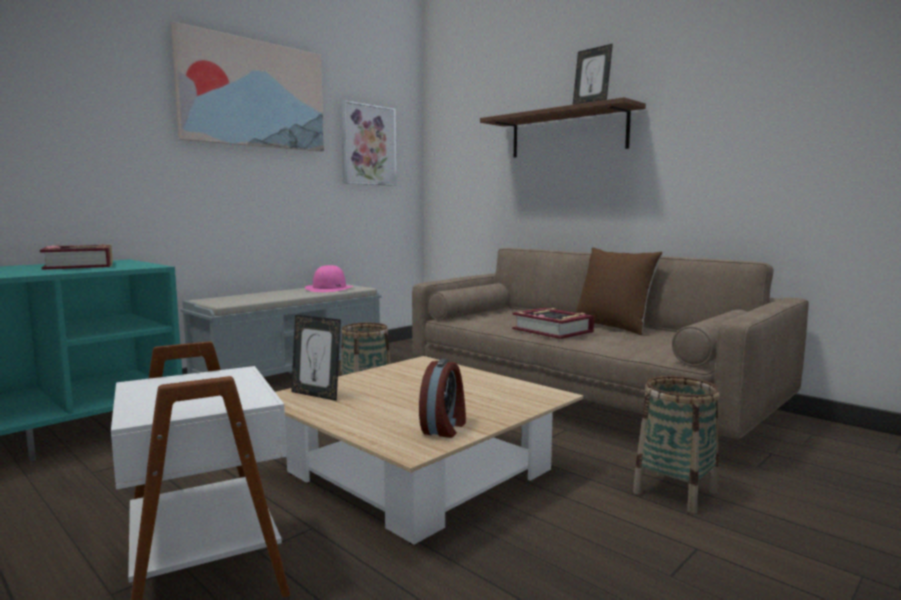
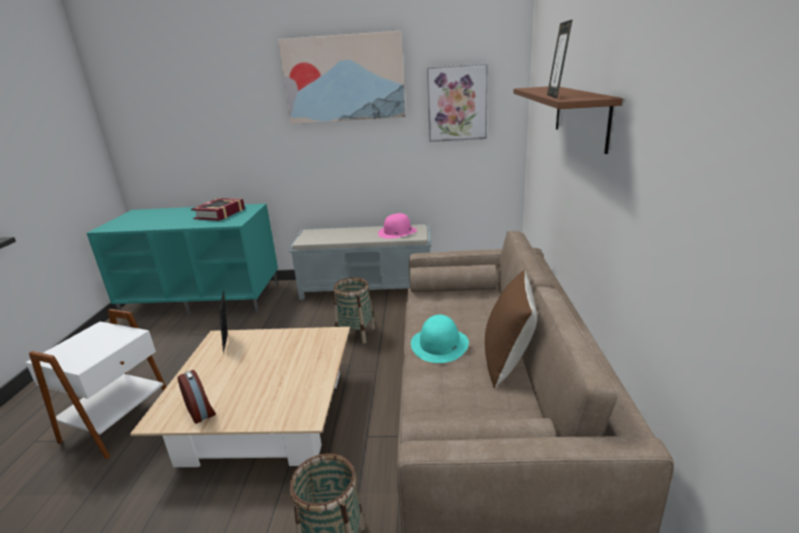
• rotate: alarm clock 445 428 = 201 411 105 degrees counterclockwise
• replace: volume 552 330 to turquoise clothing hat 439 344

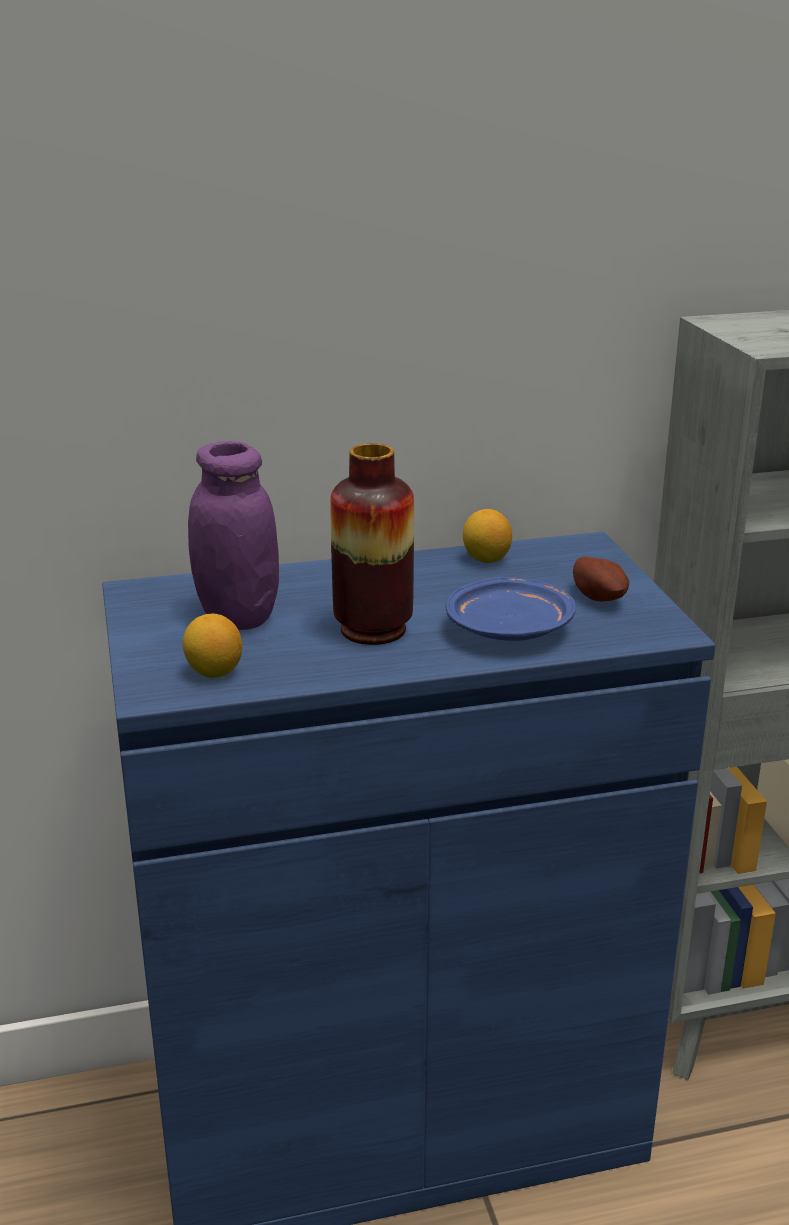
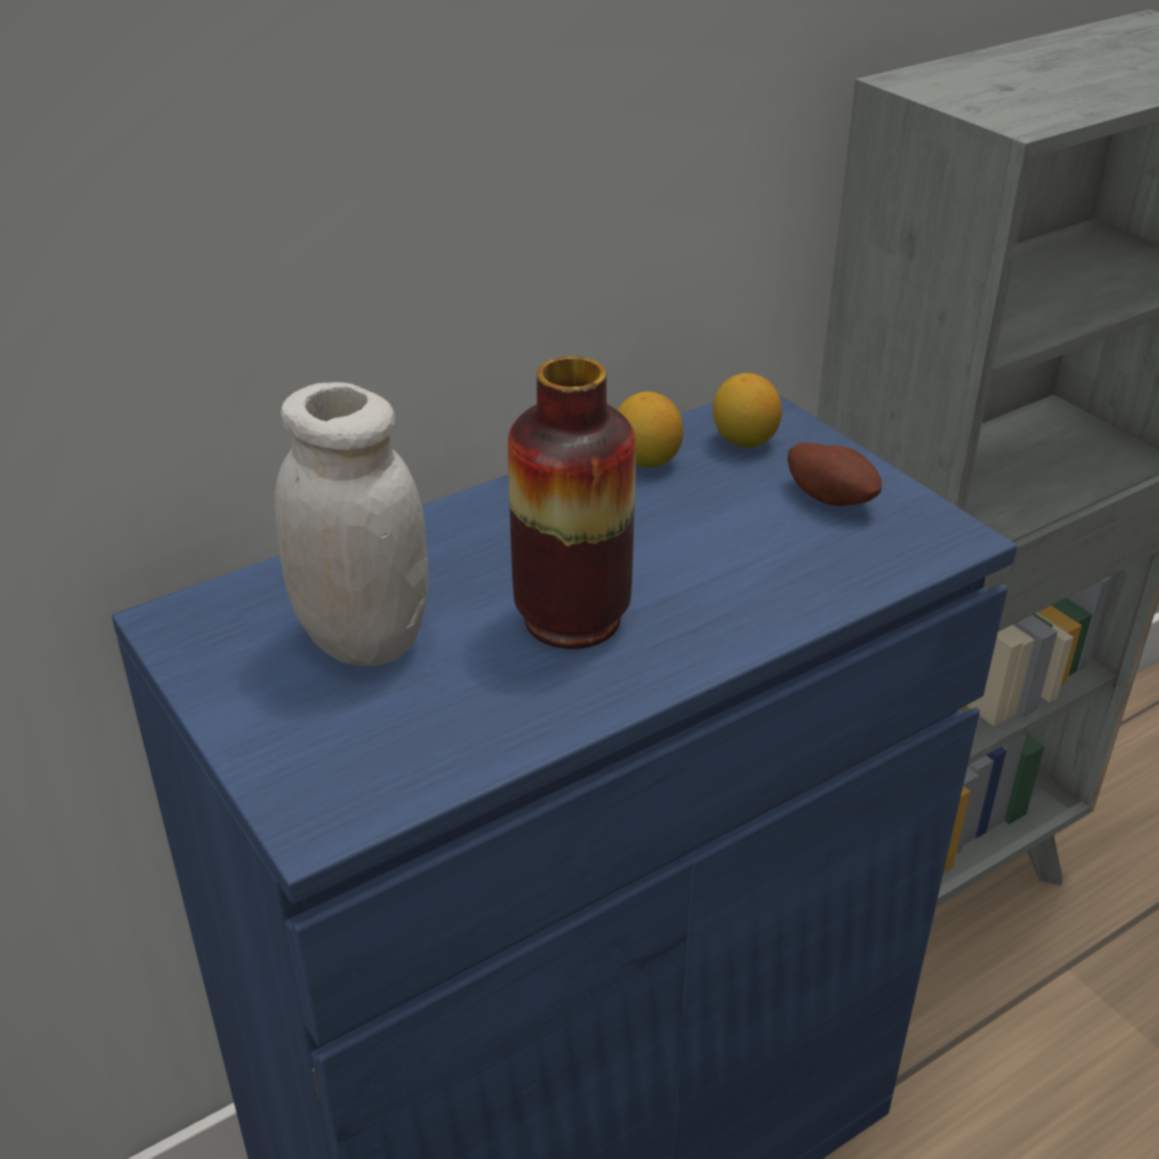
• move: lemon 214 672 to 744 441
• recolor: purplish preserve jar 237 617 to white preserve jar 363 638
• delete: blue dinner plate 510 628

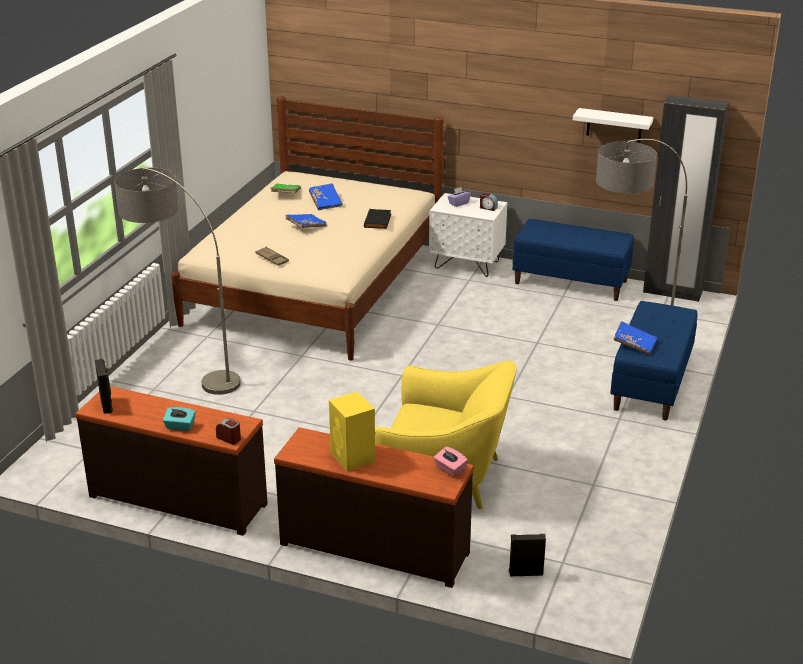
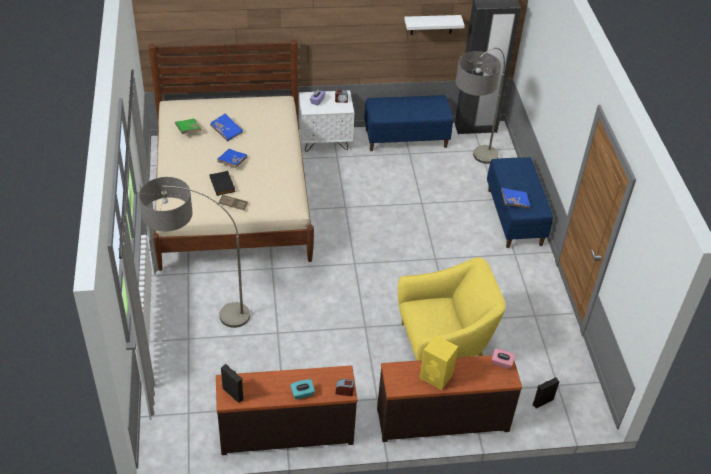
• move: black-coloured volume 378 221 to 223 184

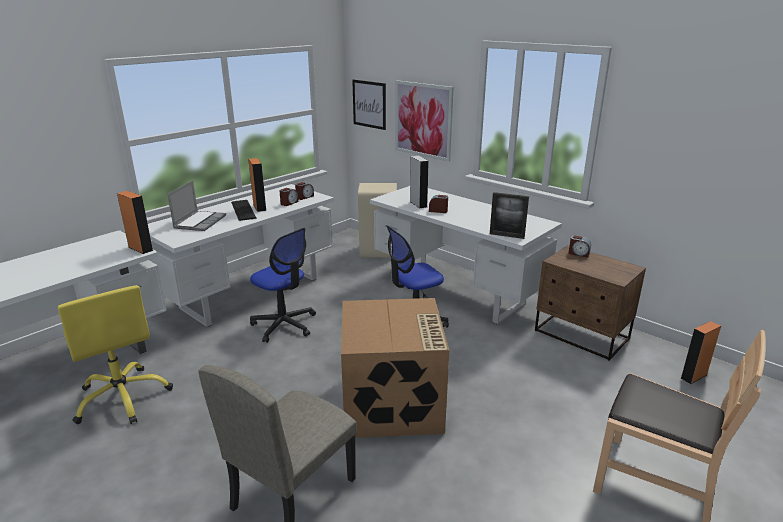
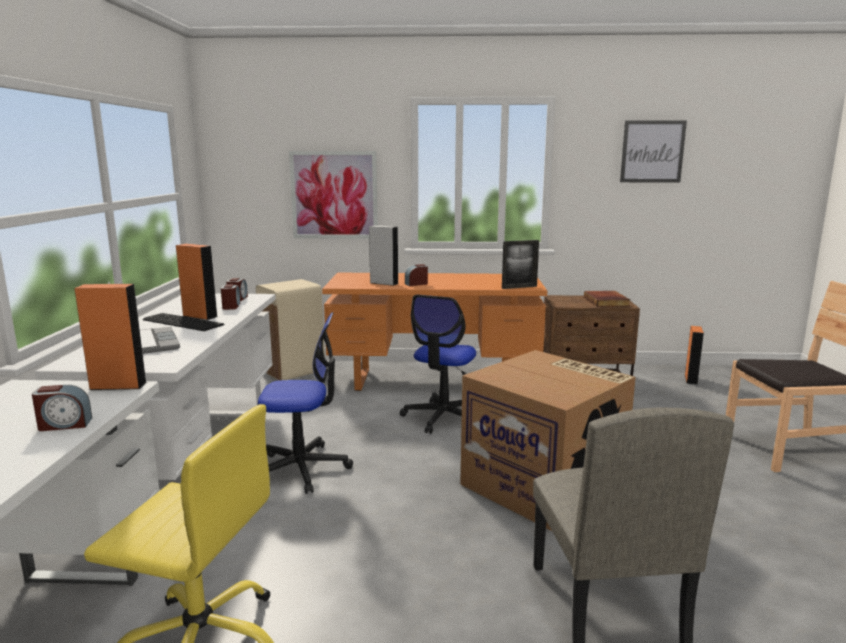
• move: picture 369 104 to 652 151
• recolor: white desk unit 456 292 to orangey desk unit 435 381
• move: alarm clock 578 254 to 64 424
• insert: volume 607 301

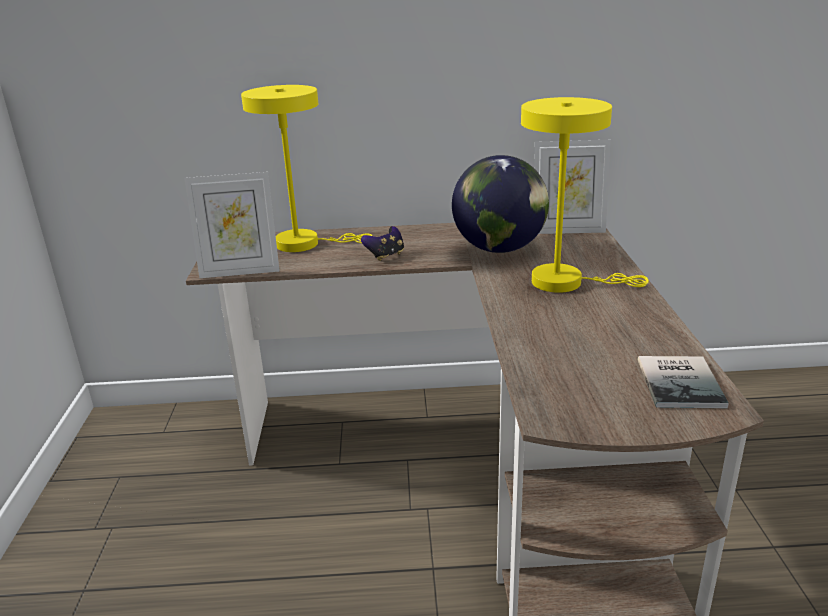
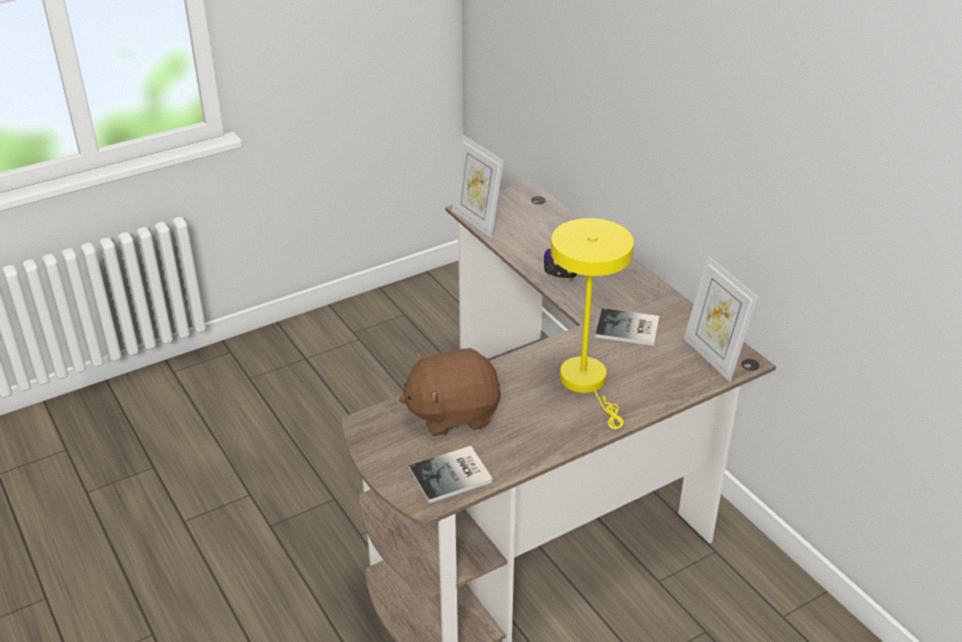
• delete: yellowish table lamp 305 243
• replace: desk globe 500 249 to volume 629 329
• insert: brownish cuddly toy 452 413

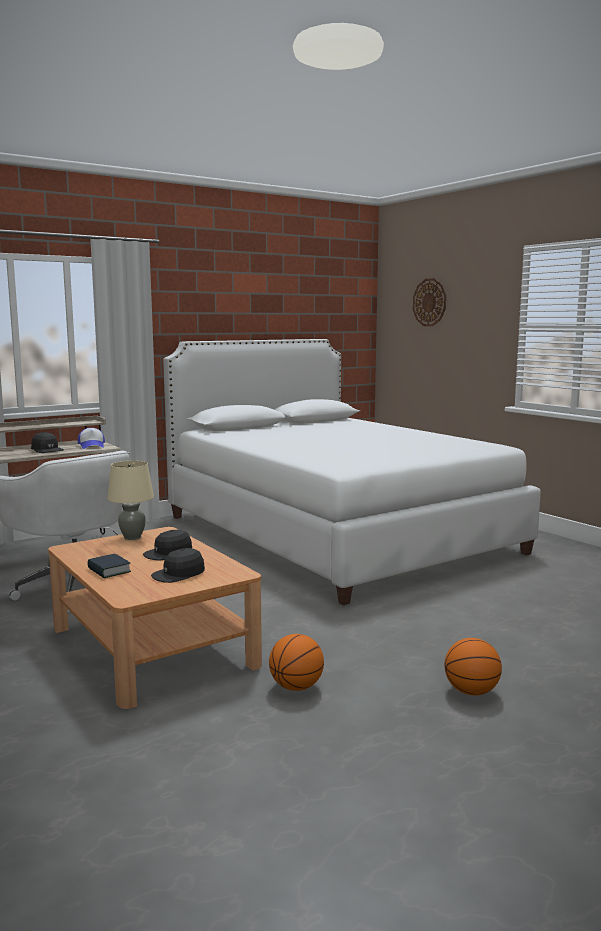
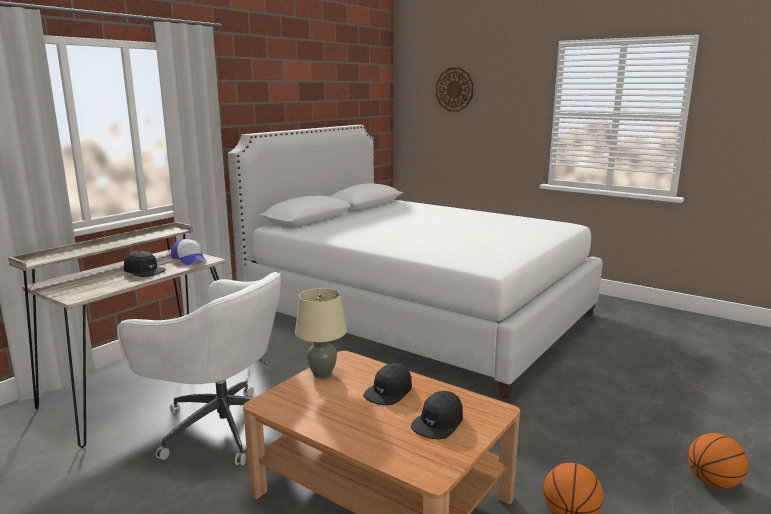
• delete: volume 109 570

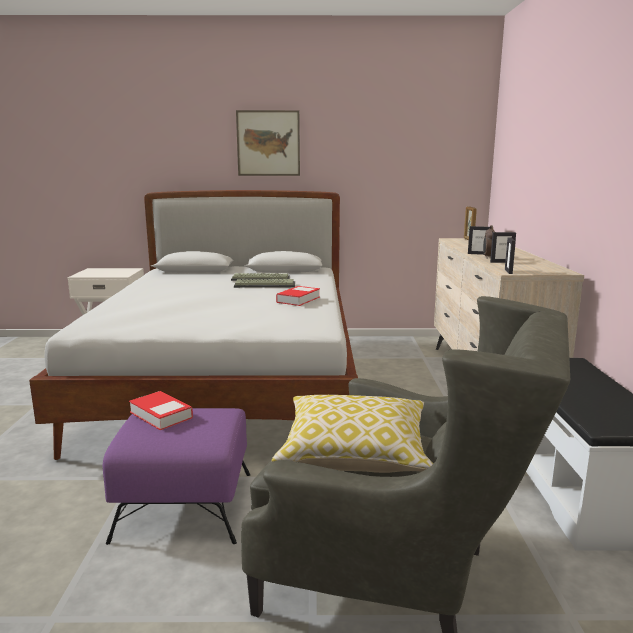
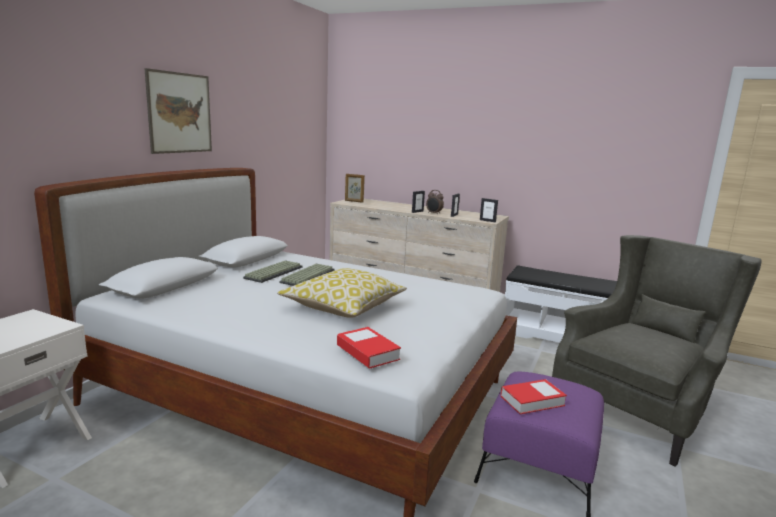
• move: pillow 355 453 to 343 307
• move: volume 298 299 to 367 352

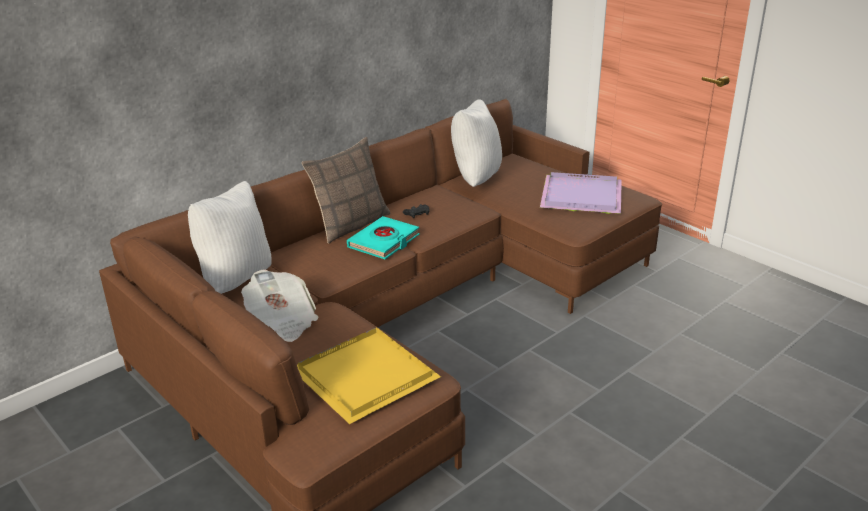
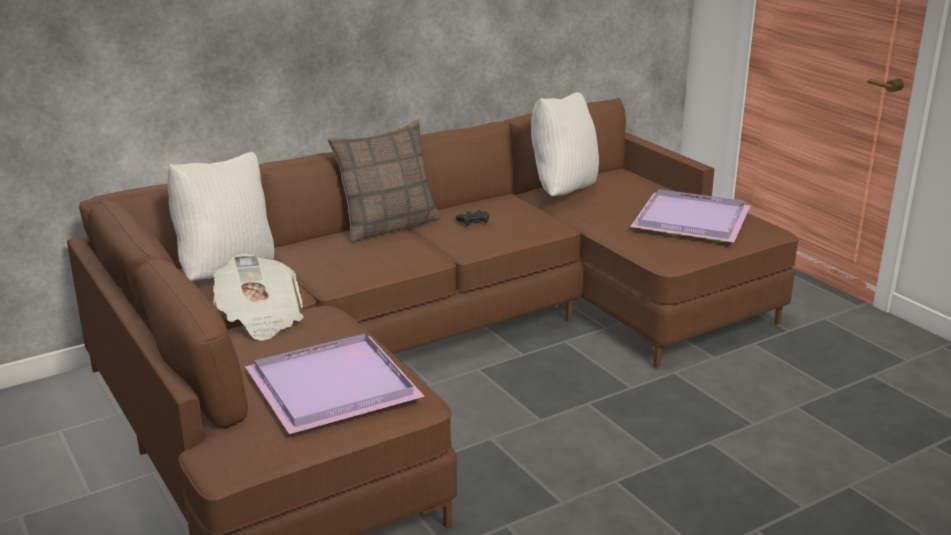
• recolor: yellowish carrying tray 364 378 to purplish carrying tray 331 389
• delete: turquoise volume 384 242

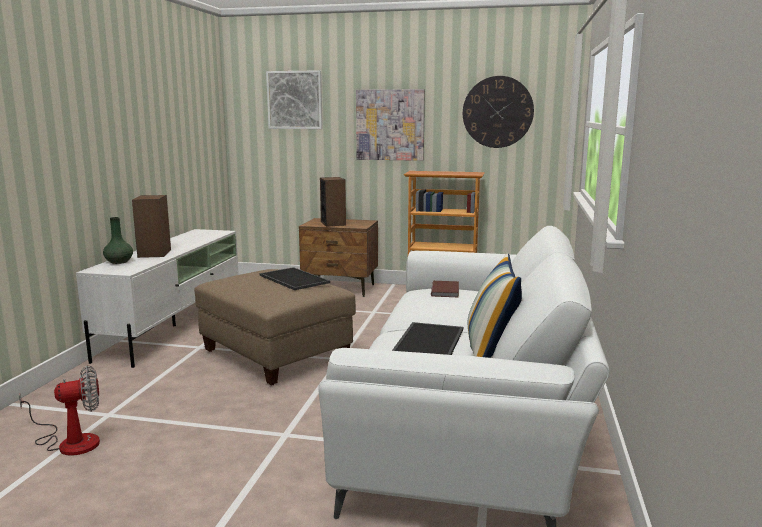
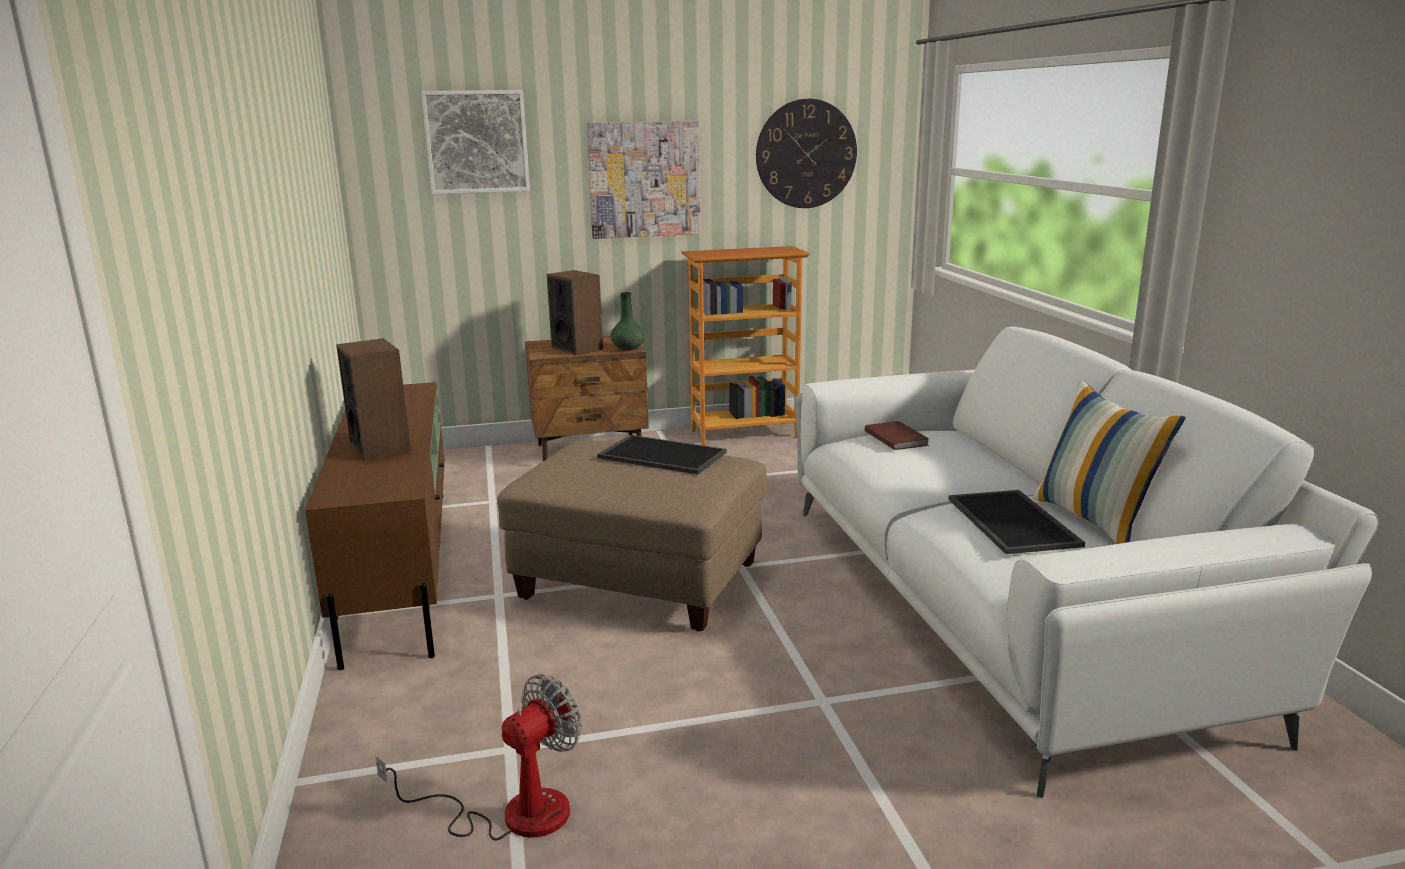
• recolor: white tv unit 175 325 to brownish tv unit 401 566
• move: greenish flower vase 119 262 to 627 348

